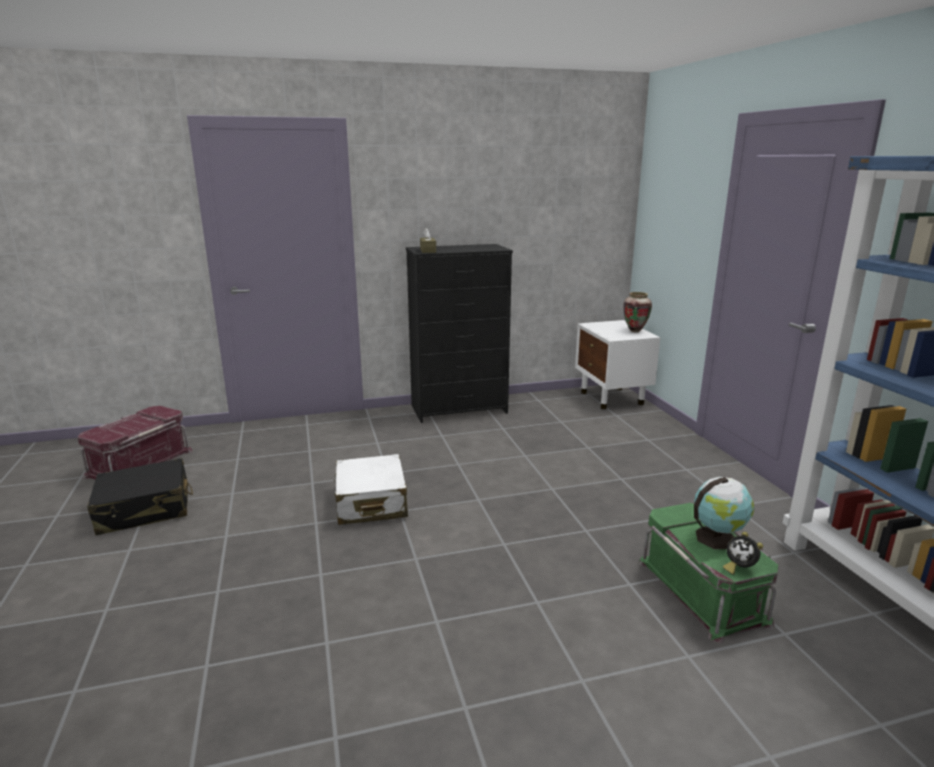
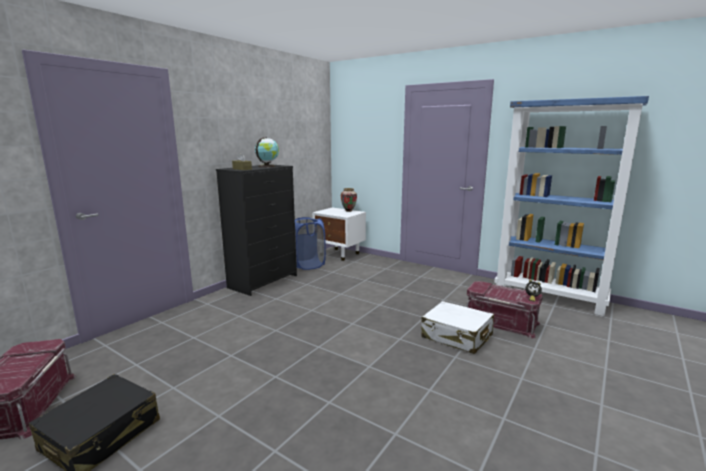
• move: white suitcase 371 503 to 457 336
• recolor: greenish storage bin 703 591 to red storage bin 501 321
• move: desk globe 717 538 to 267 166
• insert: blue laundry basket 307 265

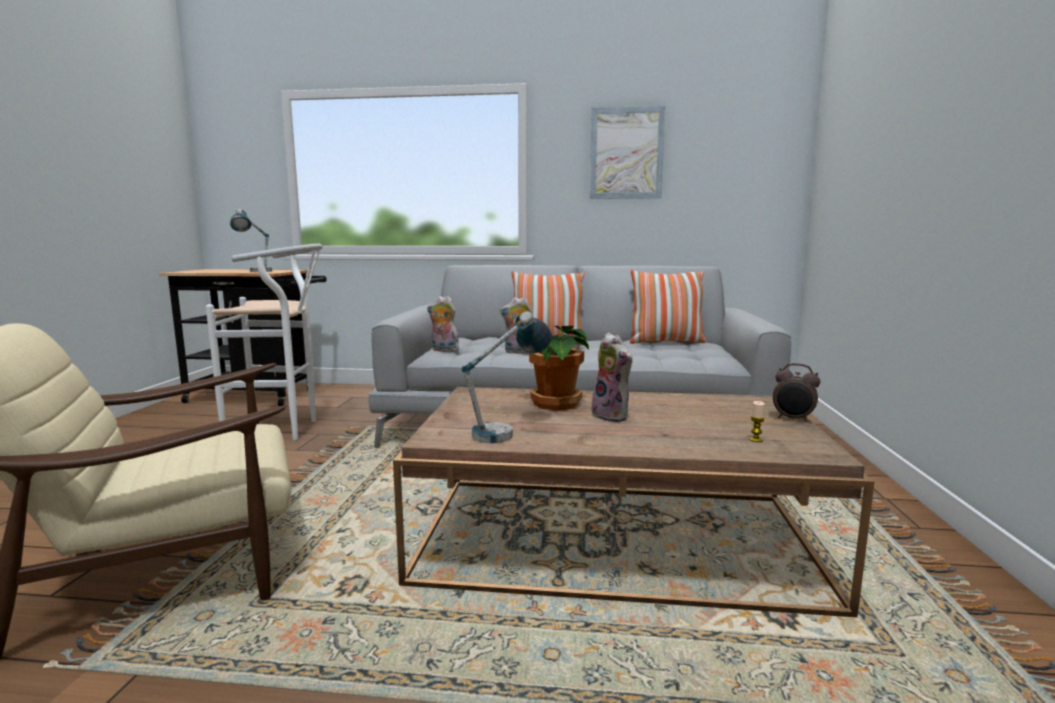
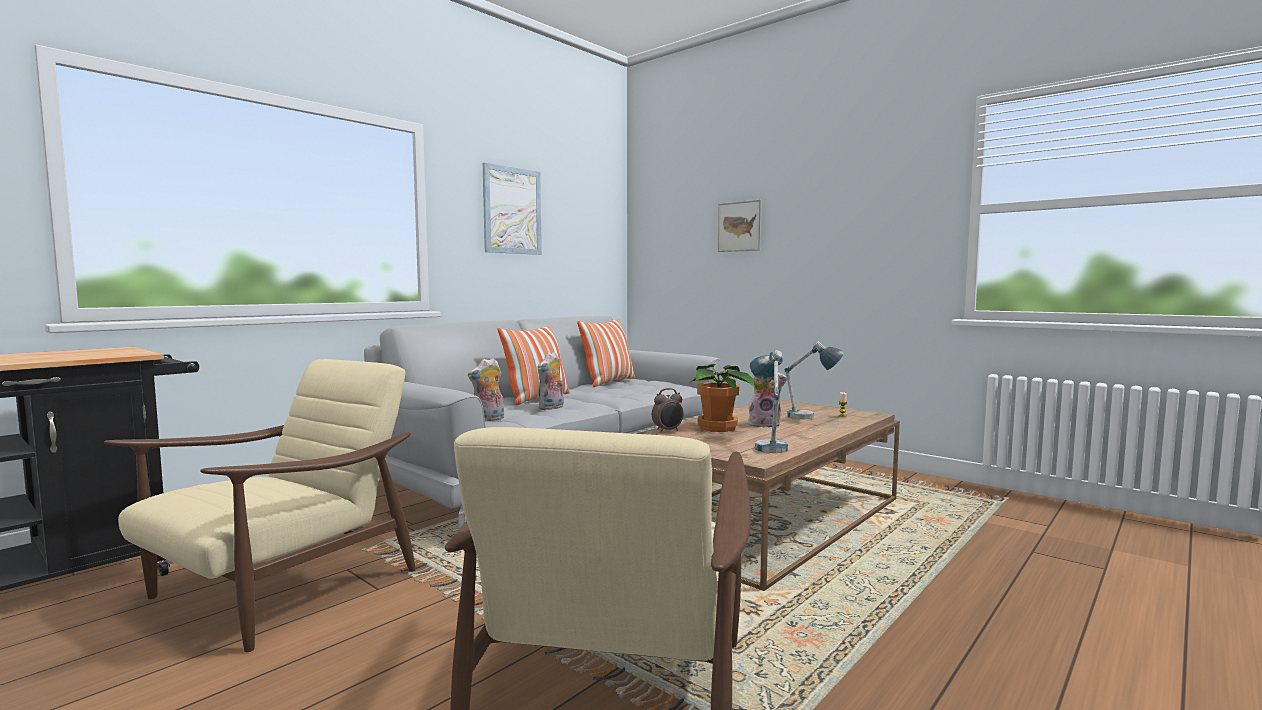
• replace: white sitting stool 281 430 to sand-coloured easy chair 281 587
• move: table lamp 255 272 to 811 418
• move: alarm clock 793 419 to 668 431
• insert: picture 739 226

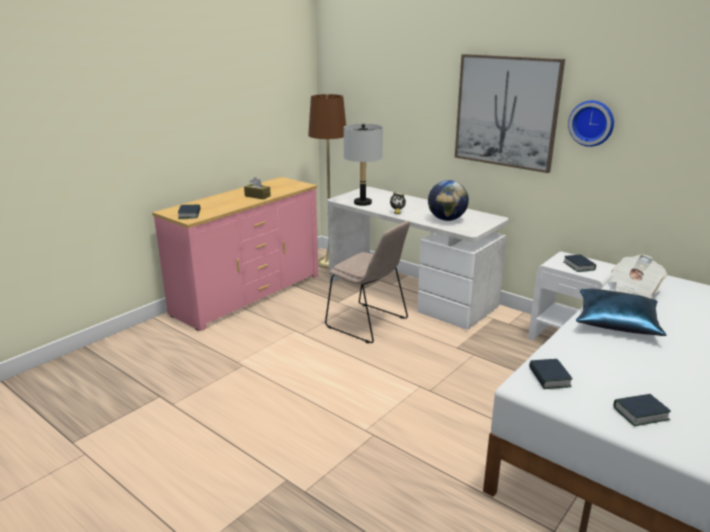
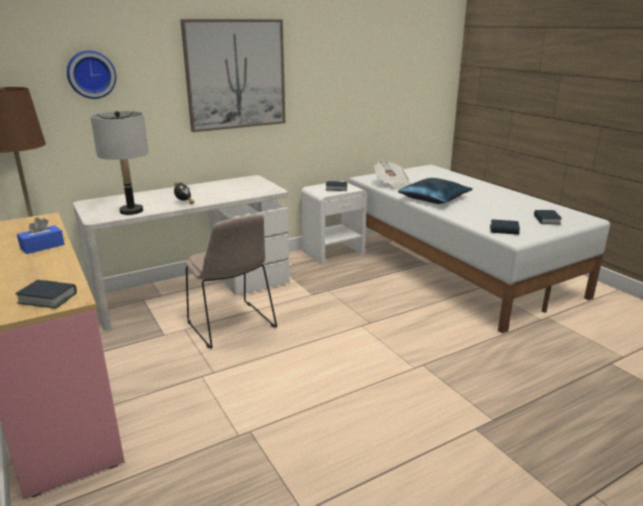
• recolor: brownish tissue holder 257 196 to blue tissue holder 42 246
• rotate: sand-coloured plain chair 369 324 = 232 326 90 degrees clockwise
• delete: desk globe 447 219
• move: wall clock 592 123 to 91 74

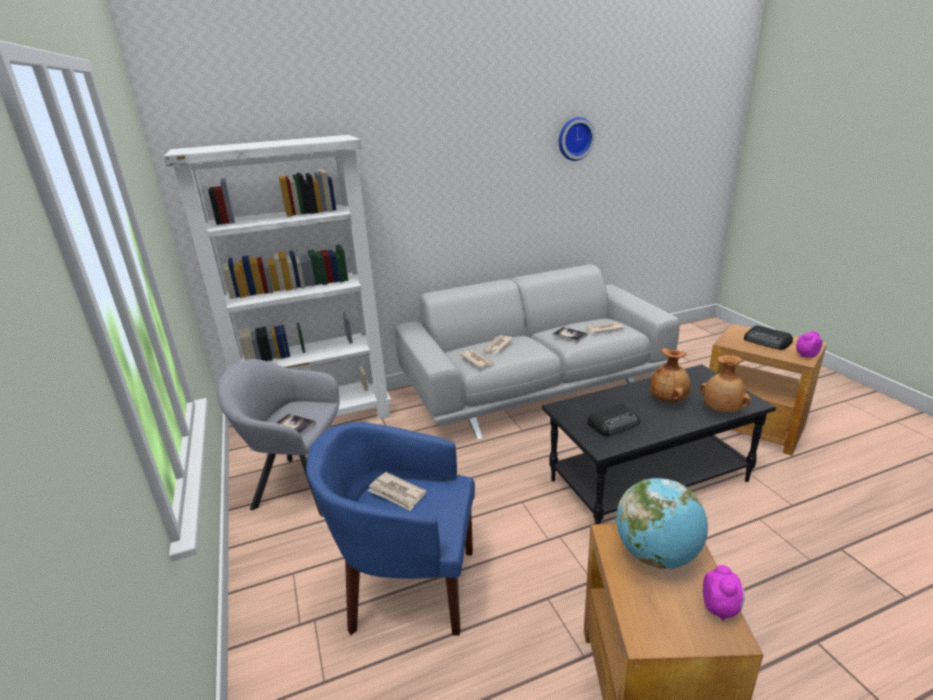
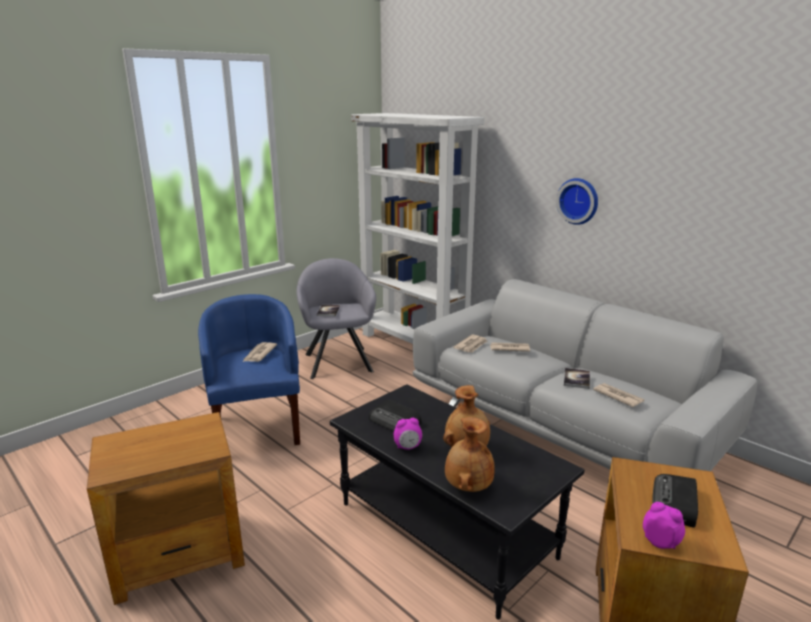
• move: wall clock 574 139 to 578 201
• delete: desk globe 657 555
• move: alarm clock 720 608 to 407 447

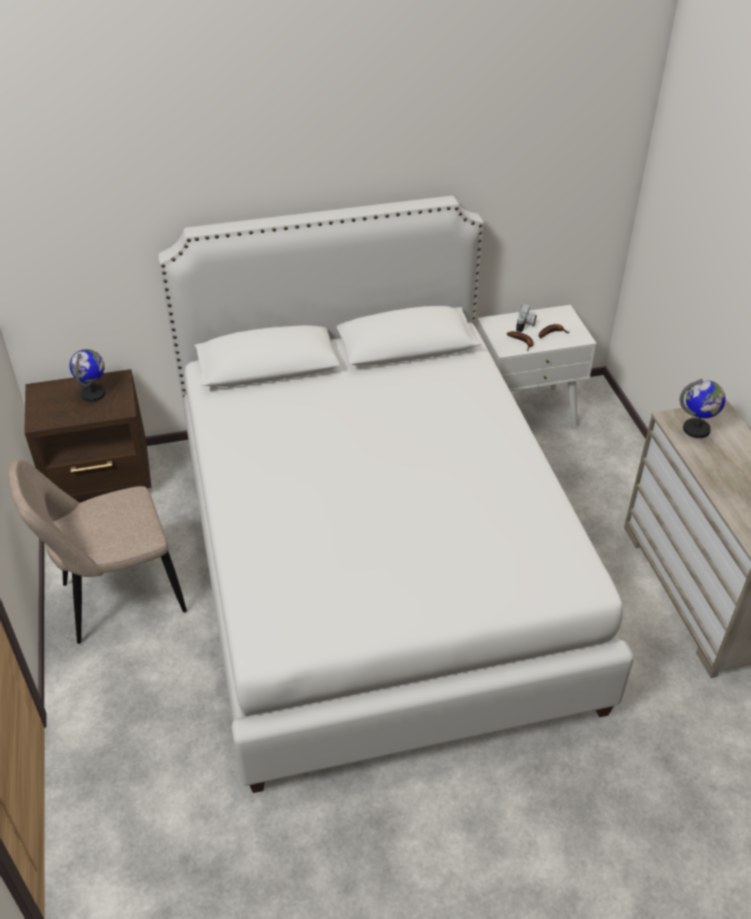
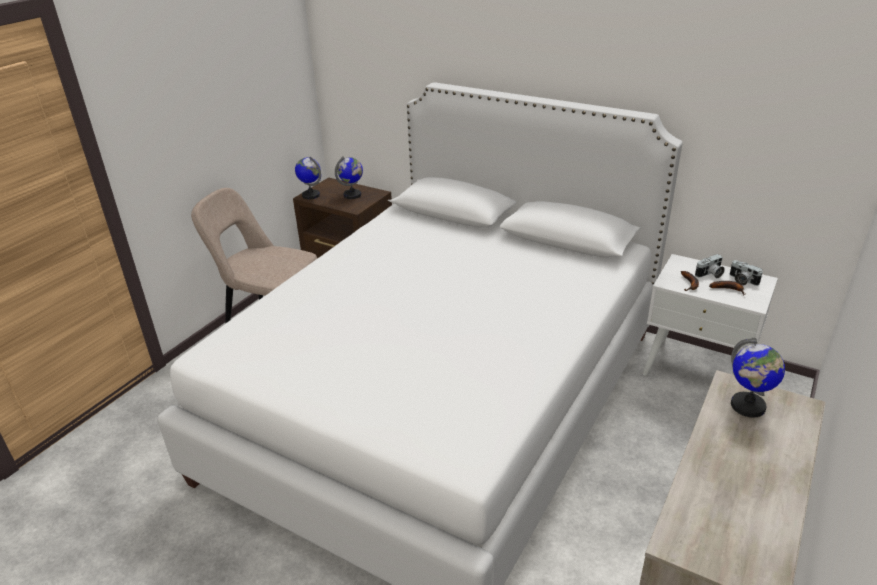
• insert: desk globe 311 195
• insert: still camera 742 281

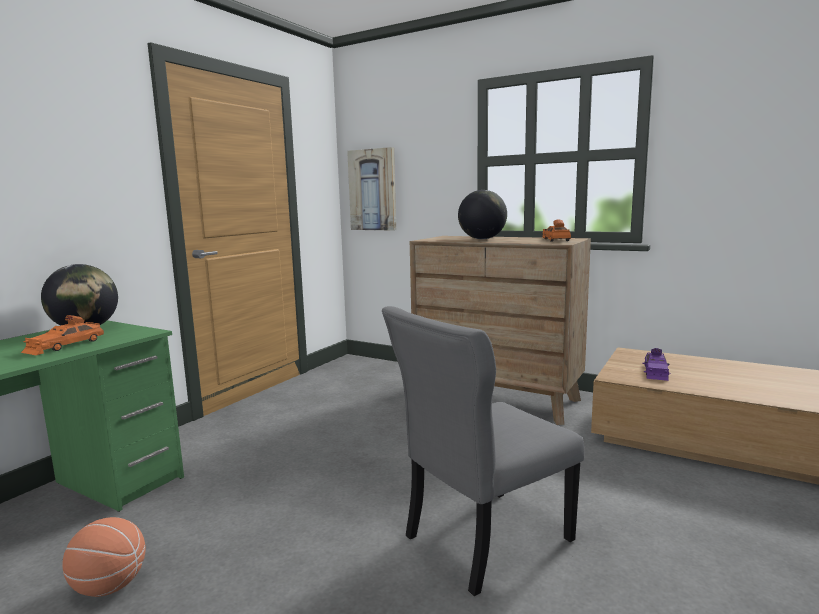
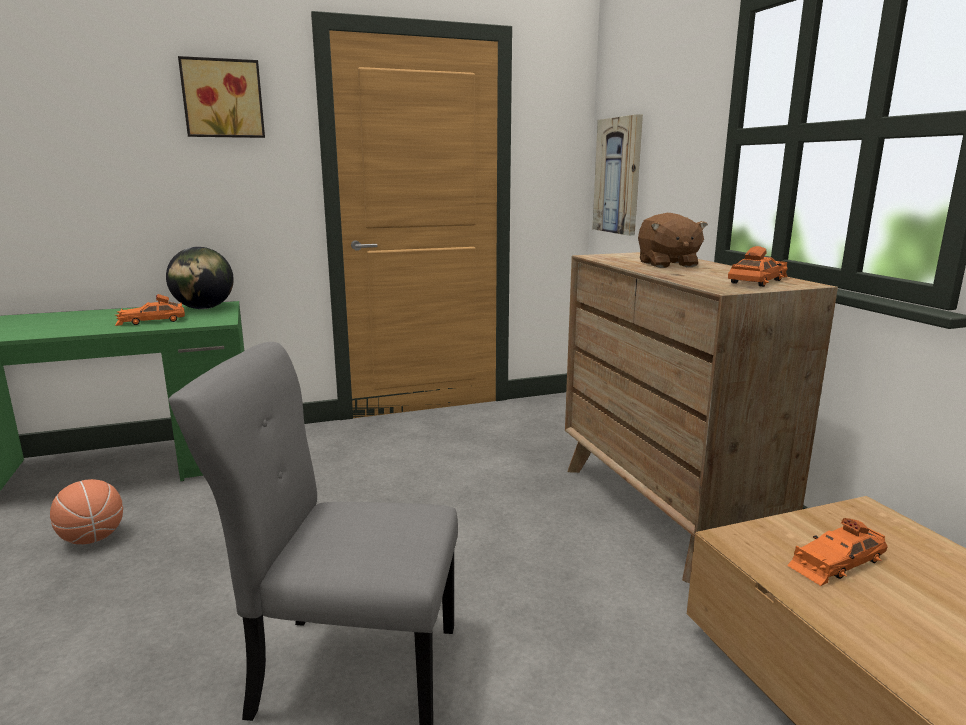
• replace: desk globe 482 239 to brownish cuddly toy 667 264
• recolor: purplish toy car 655 372 to orangey toy car 836 562
• insert: picture 223 99

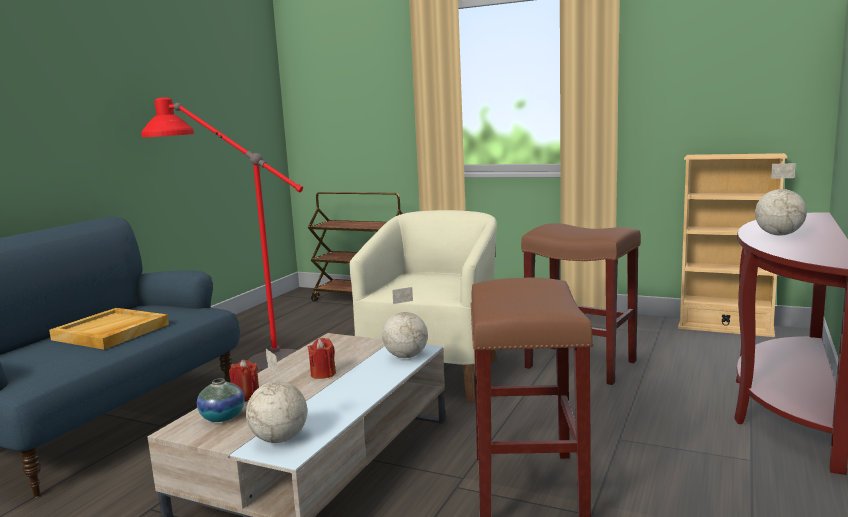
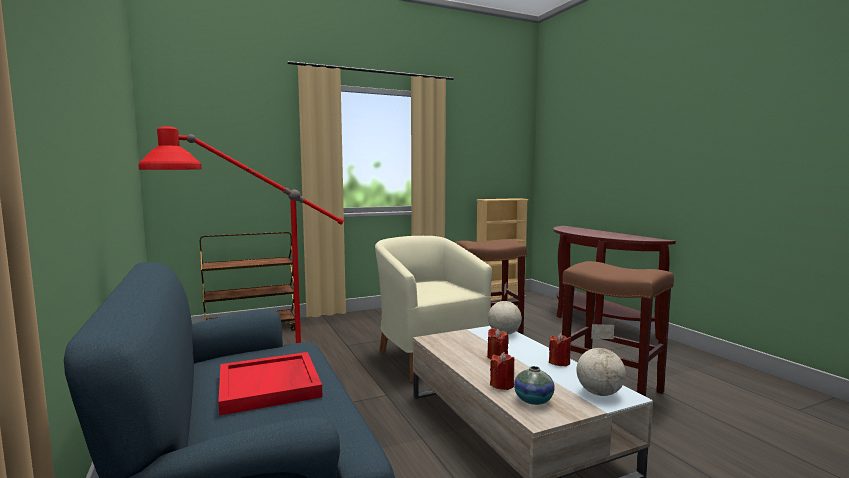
• recolor: sand-coloured carrying tray 111 332 to red carrying tray 270 386
• delete: desk globe 778 235
• insert: red candle 559 362

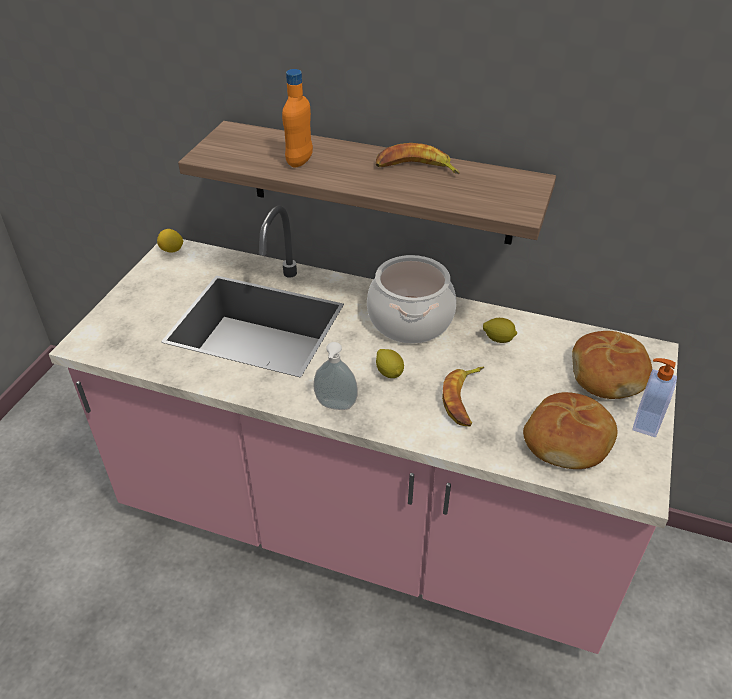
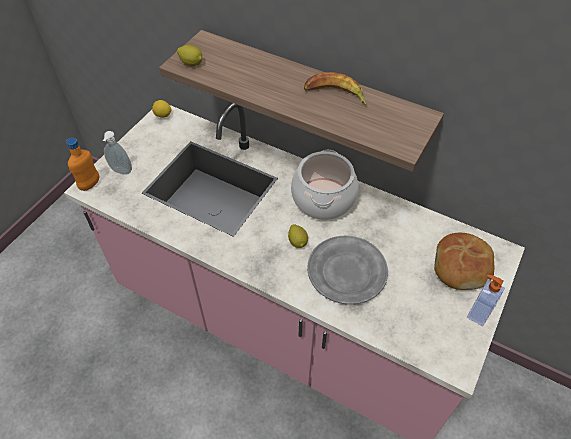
• move: orangey beverage bottle 299 161 to 90 184
• move: soap dispenser 335 407 to 121 172
• replace: banana fruit 464 399 to grey dinner plate 347 272
• move: lemon 498 339 to 191 63
• delete: baked bread 568 440

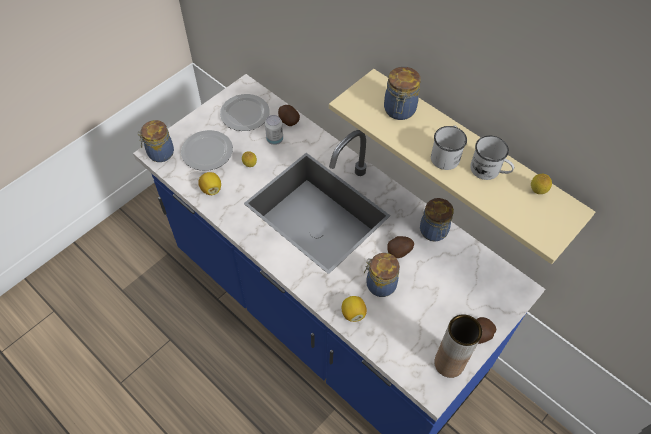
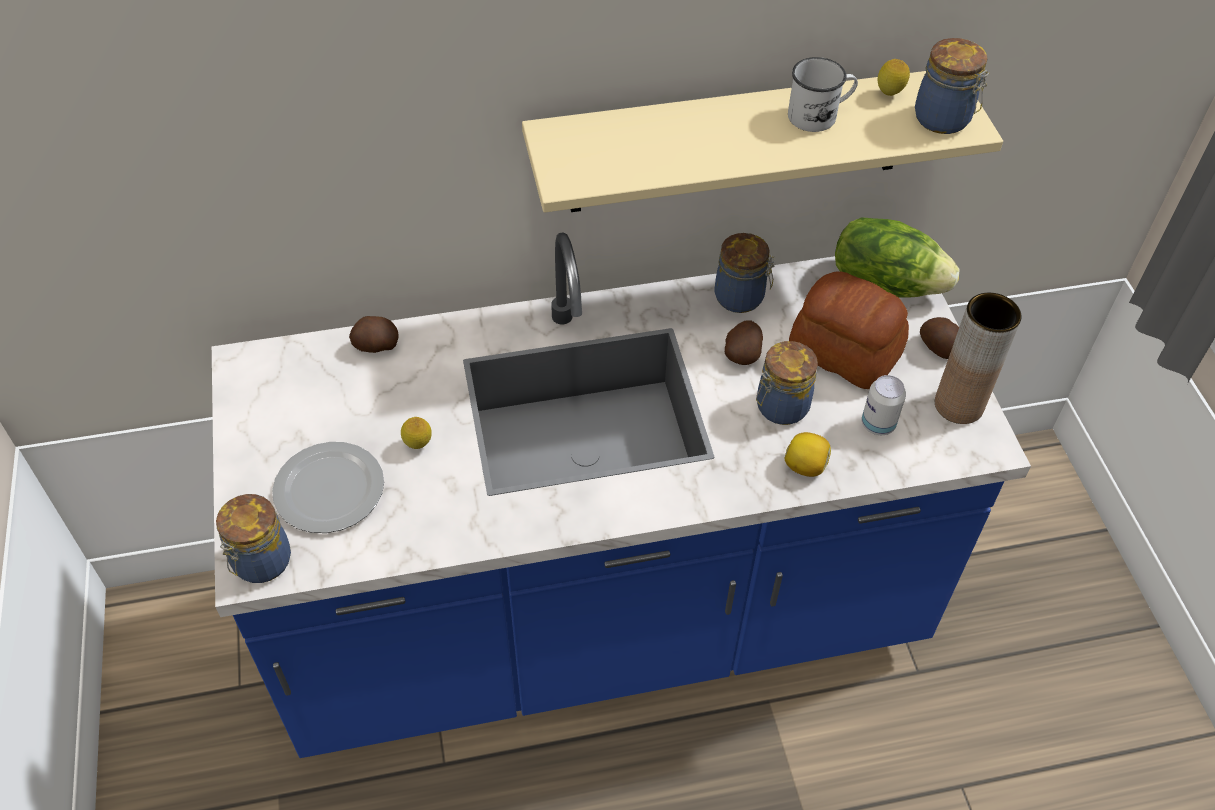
• delete: lemon 211 189
• delete: dinner plate 244 115
• move: can 275 139 to 878 424
• move: preserve jar 399 111 to 944 120
• delete: white tea mug 446 155
• insert: baked bread 844 353
• insert: head of lettuce 885 283

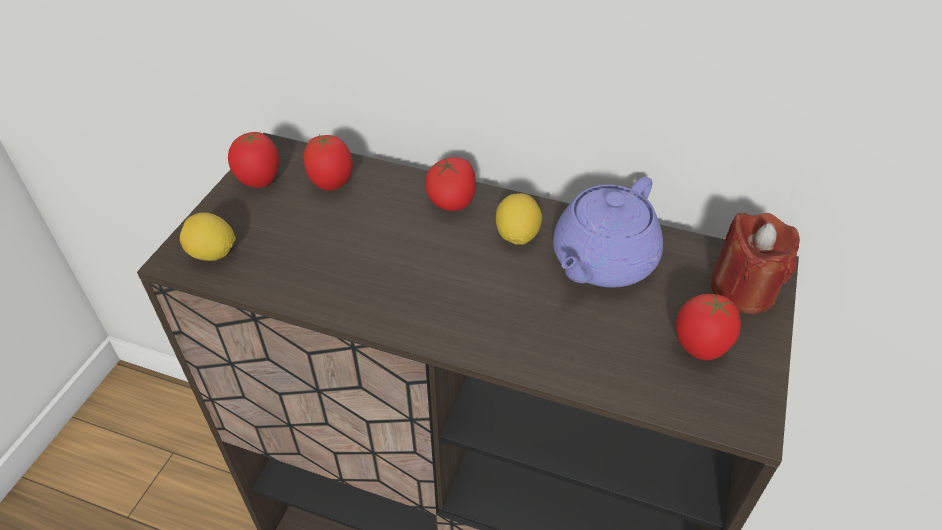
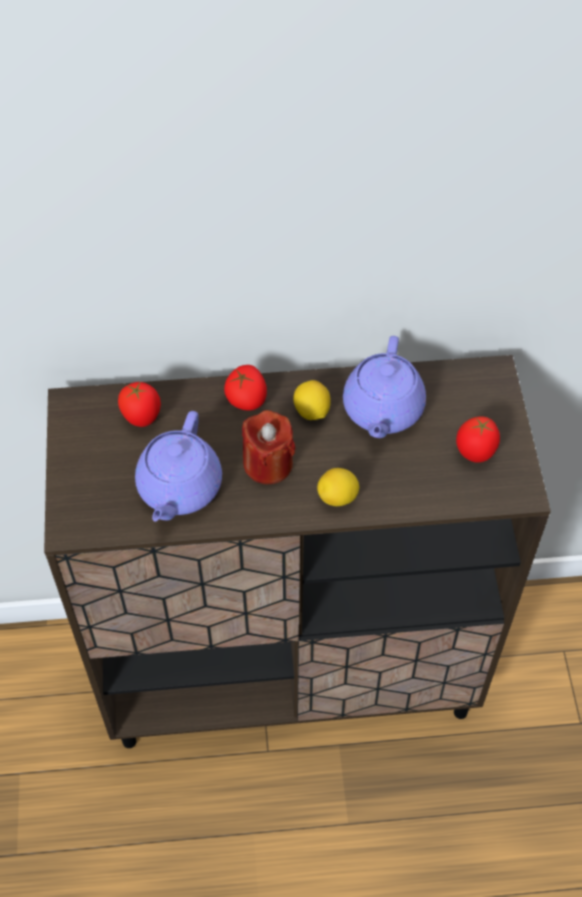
• move: lemon 213 254 to 337 497
• delete: whole tomato 260 182
• move: red candle 743 290 to 268 464
• insert: purplish tea pot 179 488

